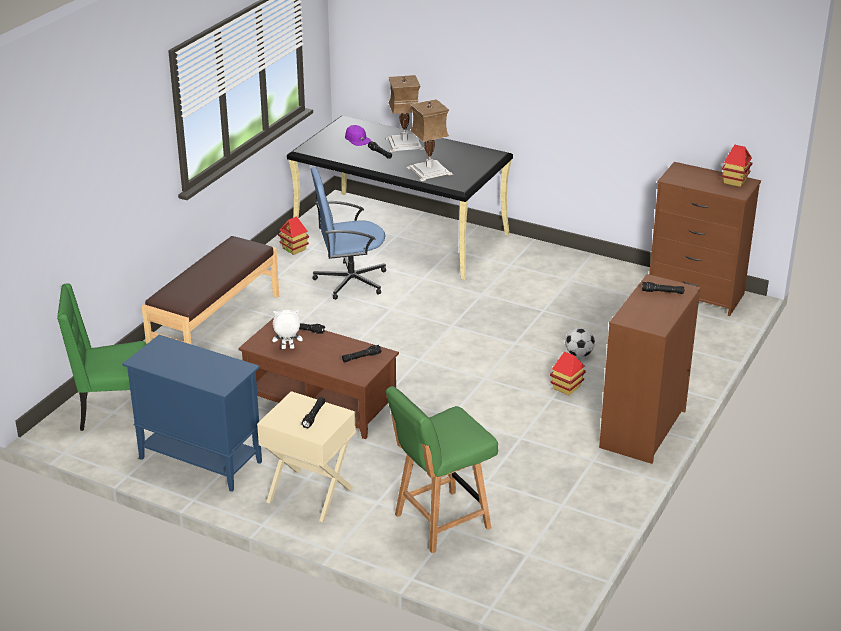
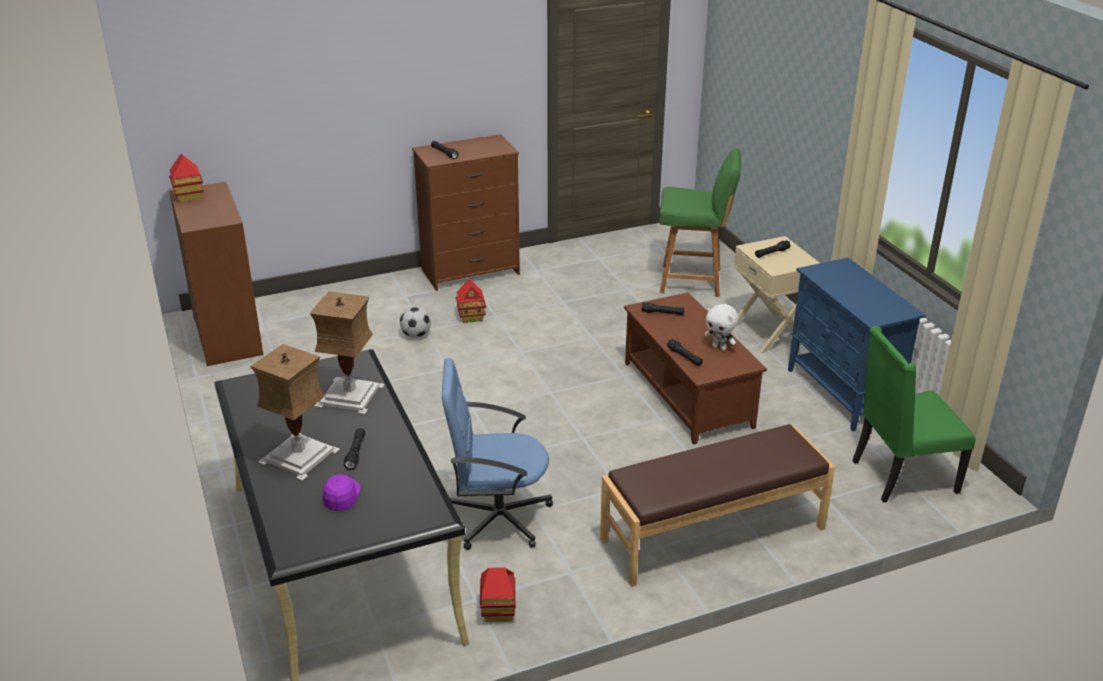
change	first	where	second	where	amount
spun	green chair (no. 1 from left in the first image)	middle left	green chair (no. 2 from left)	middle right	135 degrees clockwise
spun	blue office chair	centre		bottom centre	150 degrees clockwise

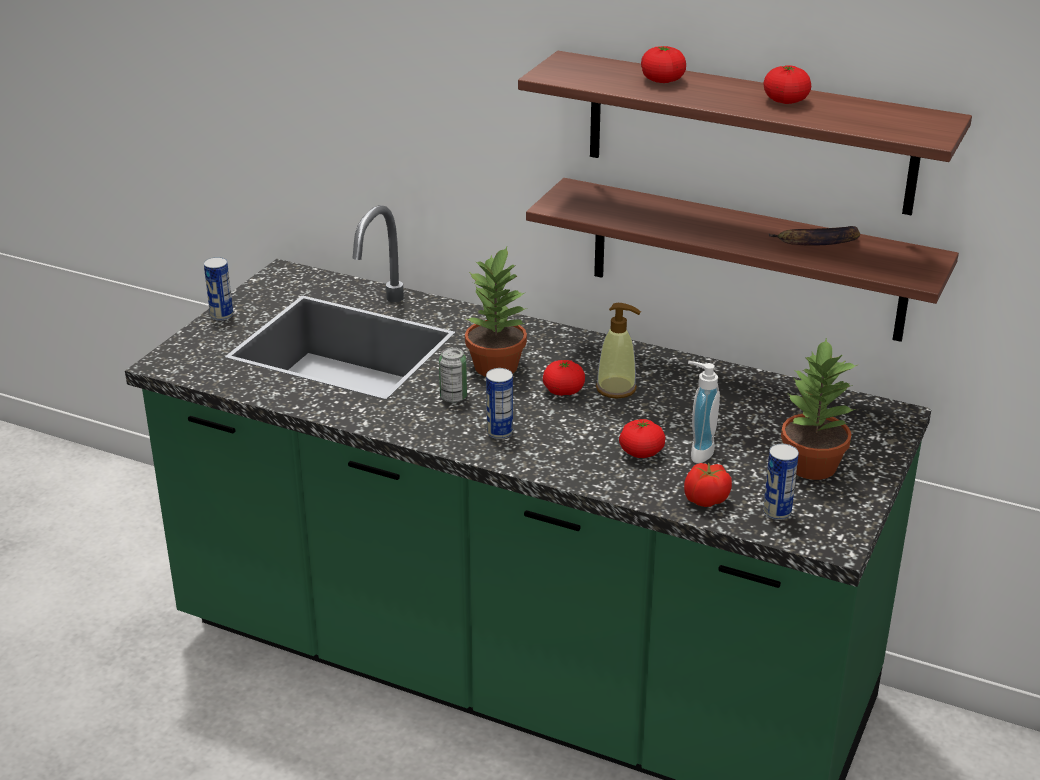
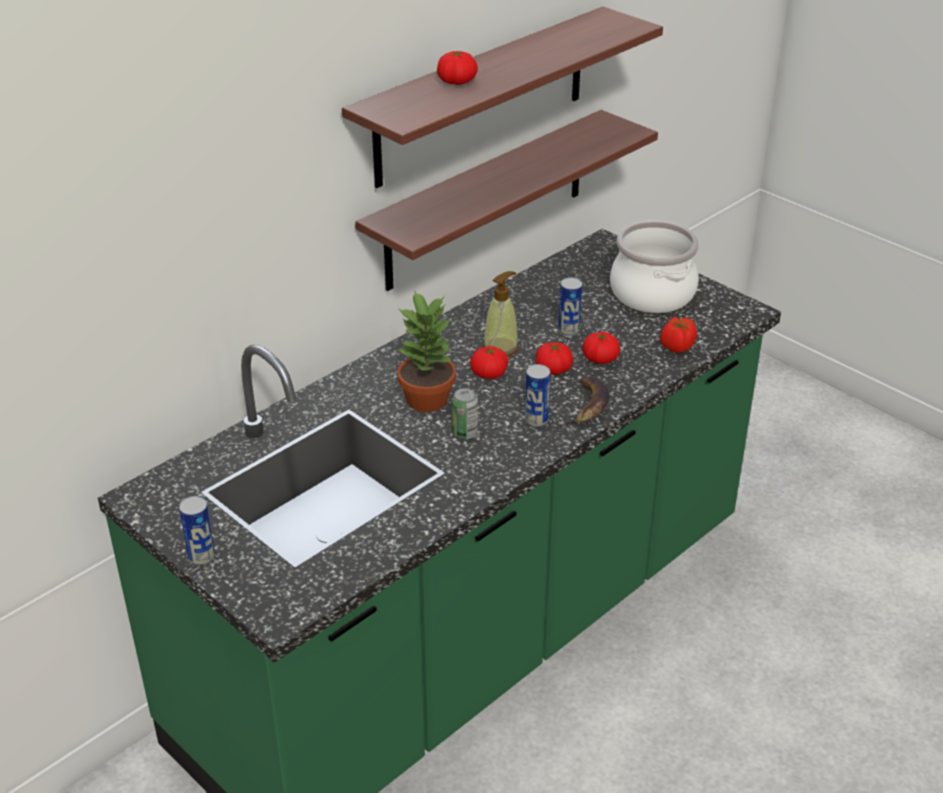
change	first	where	second	where	amount
missing	soap dispenser (no. 2 from left)	middle right			
relocated	can (no. 4 from left)	middle right		centre	
relocated	tomato (no. 5 from left in the first image)	top right	tomato (no. 3 from left)	centre	
relocated	banana	top right		centre	
exchanged	potted plant (no. 2 from left)	middle right	cooking pot	middle right	

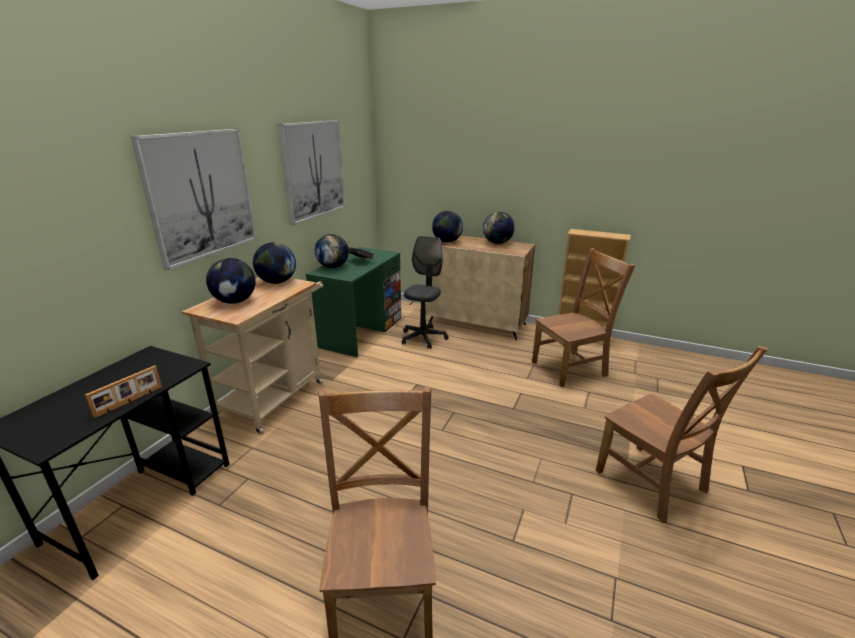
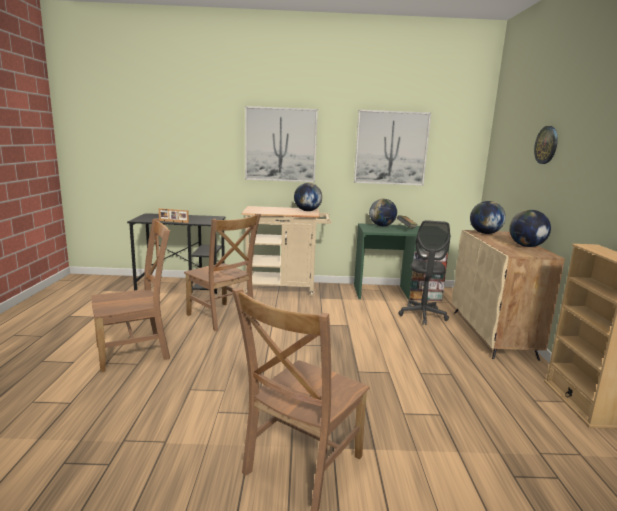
change	first	where	second	where	amount
missing	globe (no. 1 from left)	middle left			
appeared			wall clock	top right	
relocated	brown chair (no. 2 from left)	middle right		centre	
spun	grey office chair	centre		middle right	105 degrees clockwise

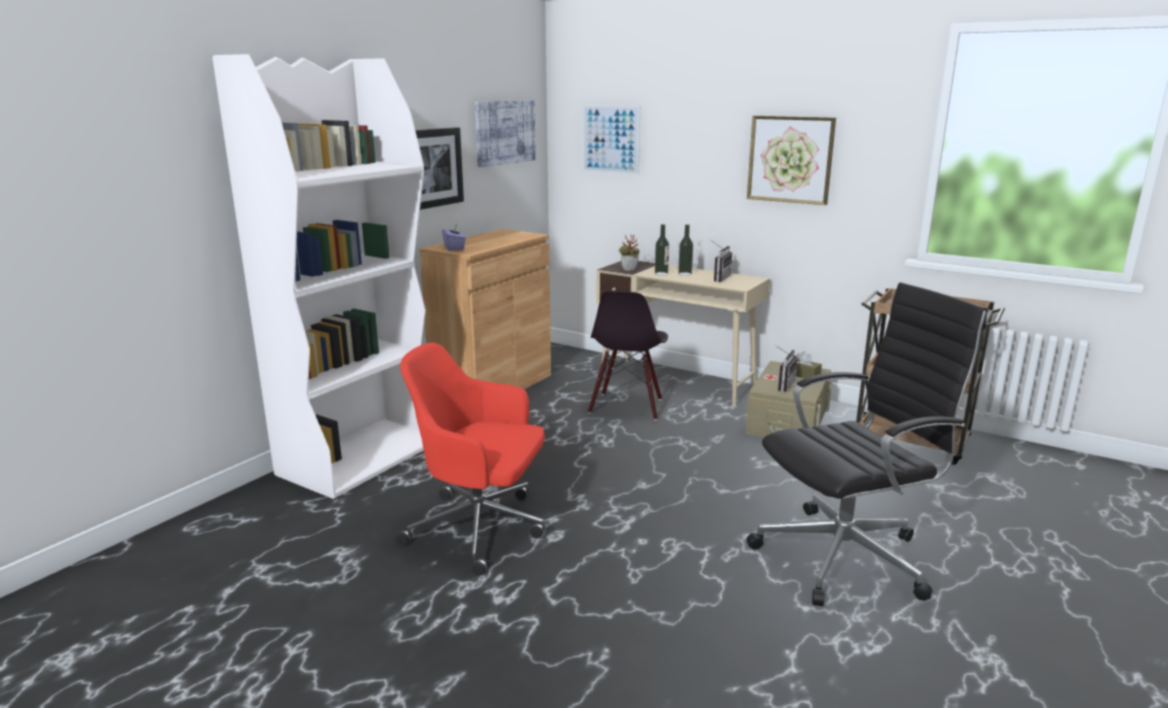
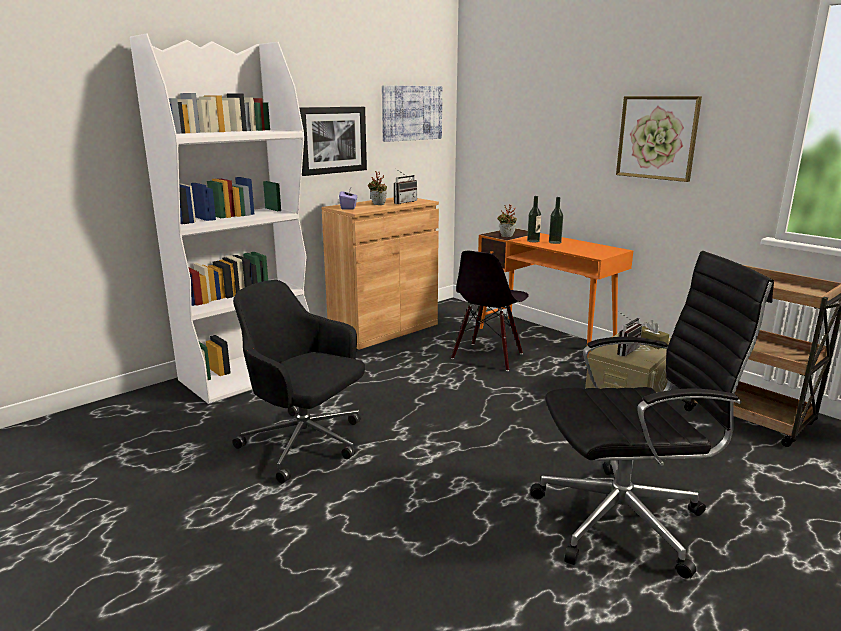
change	first	where	second	where	amount
missing	picture (no. 3 from left)	top centre			
appeared			potted plant (no. 1 from left)	top centre	
relocated	radio (no. 1 from left)	centre		top centre	
colour	red office chair	centre	black office chair (no. 1 from left)	centre	
colour	beige desk	centre	orange desk	centre	

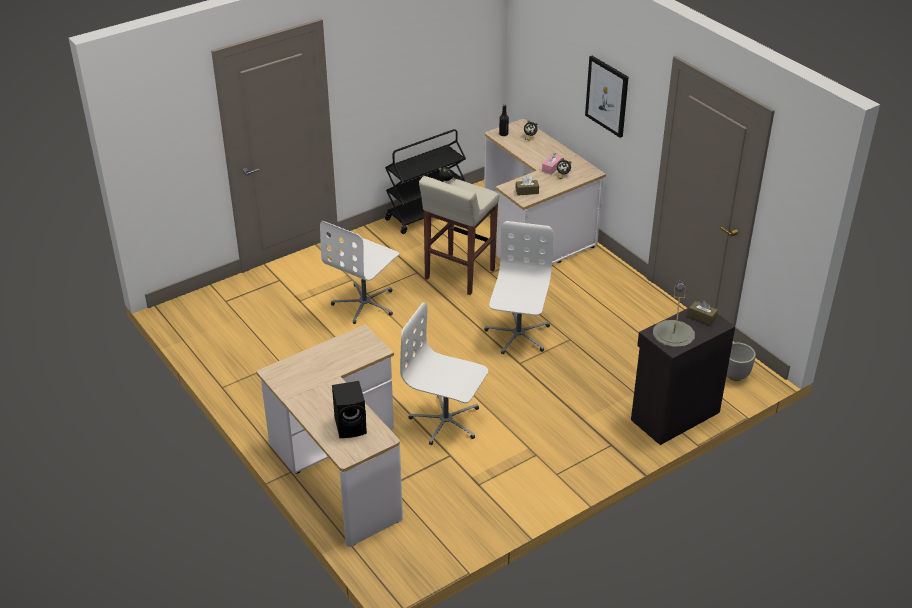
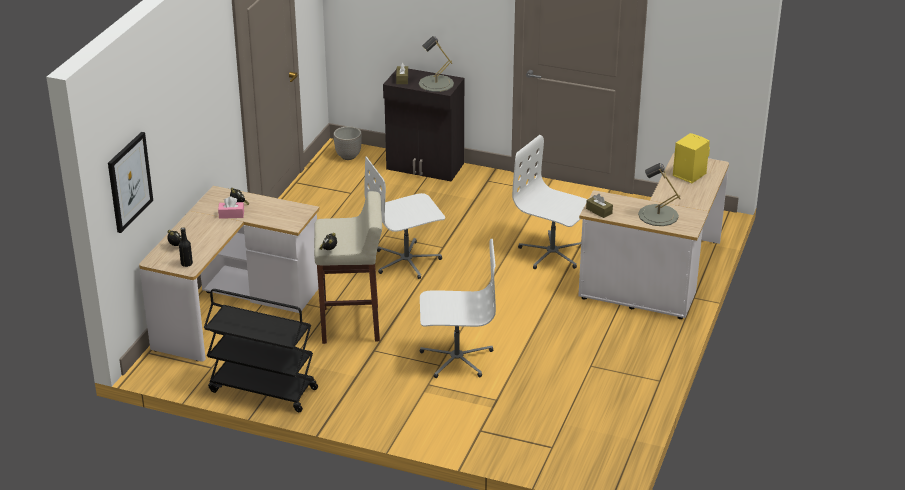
change	first	where	second	where	amount
appeared			grey table lamp (no. 2 from left)	middle right	
relocated	brown tissue box (no. 1 from left in the first image)	top centre	brown tissue box (no. 2 from left)	centre	
relocated	picture	top centre		middle left	
colour	black speaker	bottom centre	yellow speaker	top right	
spun	white office chair (no. 2 from left in the first image)	centre	white office chair (no. 3 from left)	centre	135 degrees clockwise

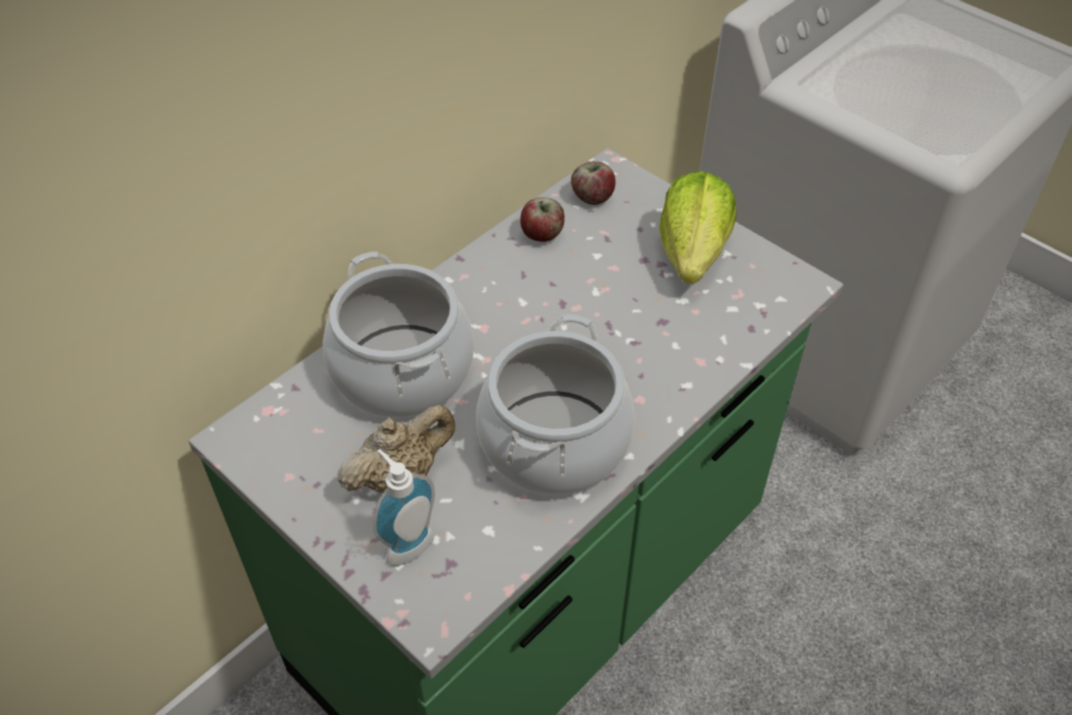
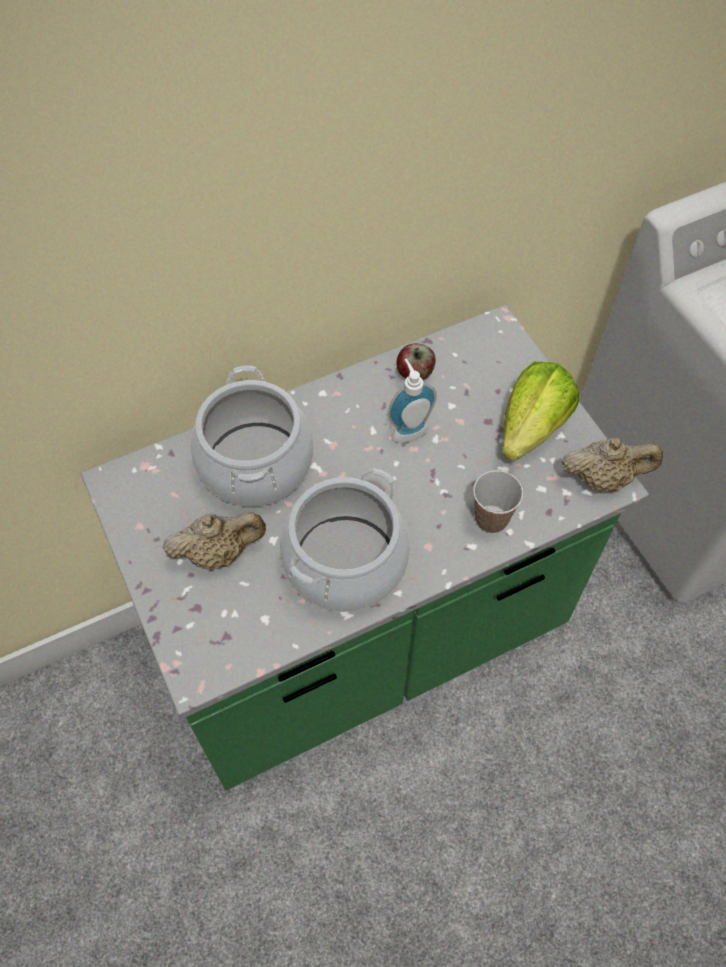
change	first	where	second	where	amount
missing	apple (no. 2 from left)	top centre			
appeared			cup	middle right	
appeared			beige teapot (no. 2 from left)	middle right	
relocated	soap dispenser	bottom centre		centre	

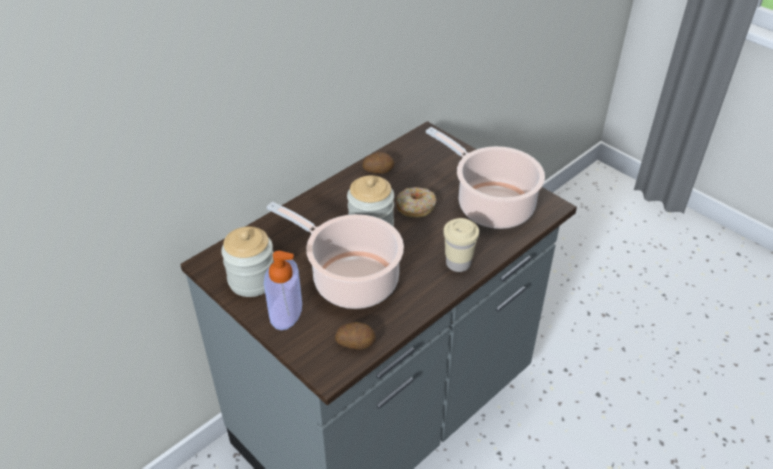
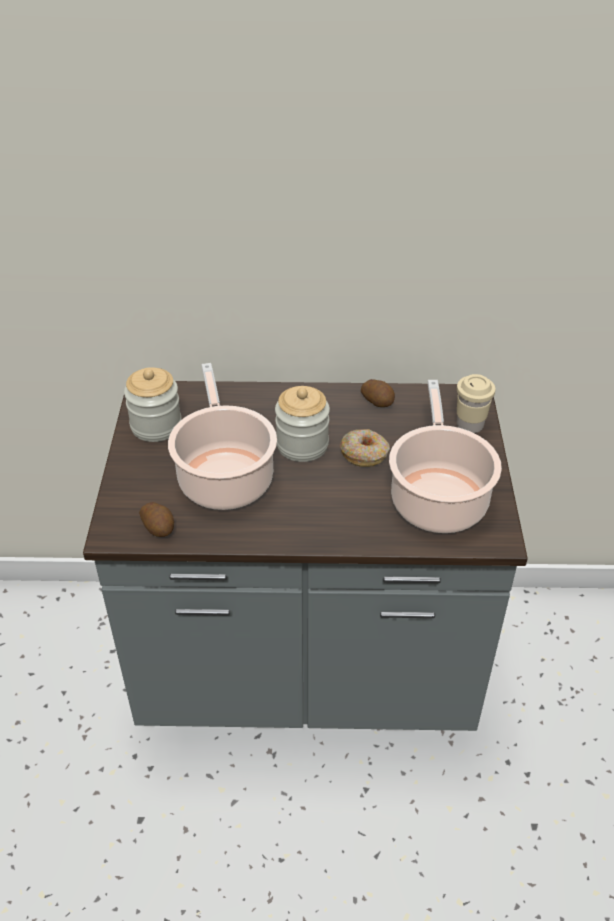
change	first	where	second	where	amount
missing	soap dispenser	centre			
relocated	beige cup	centre		middle right	

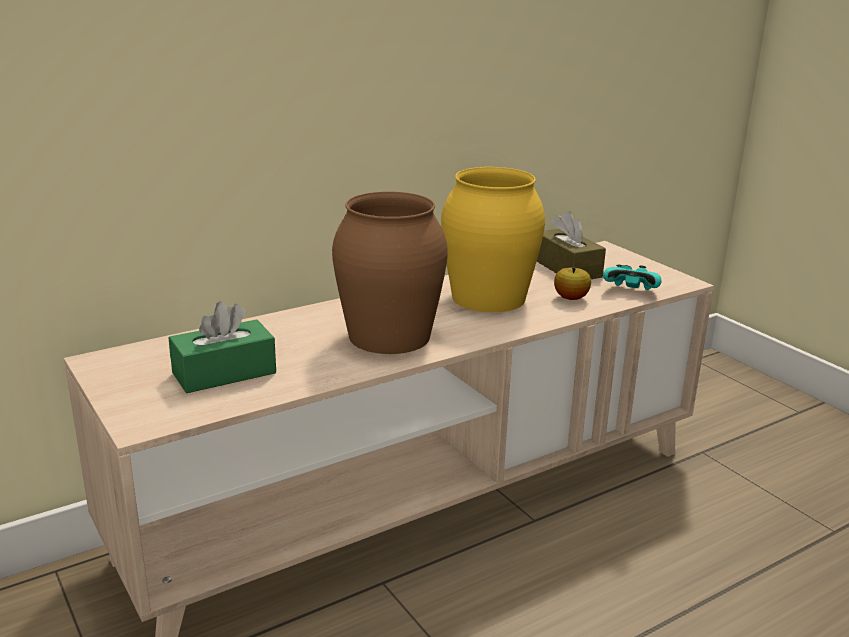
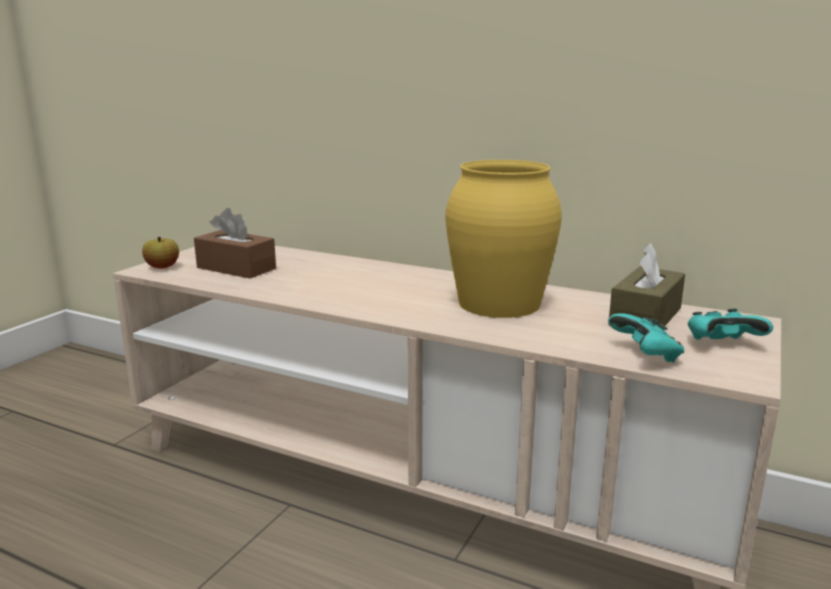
change	first	where	second	where	amount
missing	brown vase	centre			
appeared			turquoise game controller (no. 2 from left)	middle right	
relocated	apple	middle right		middle left	
colour	green tissue box	middle left	brown tissue box (no. 1 from left)	middle left	

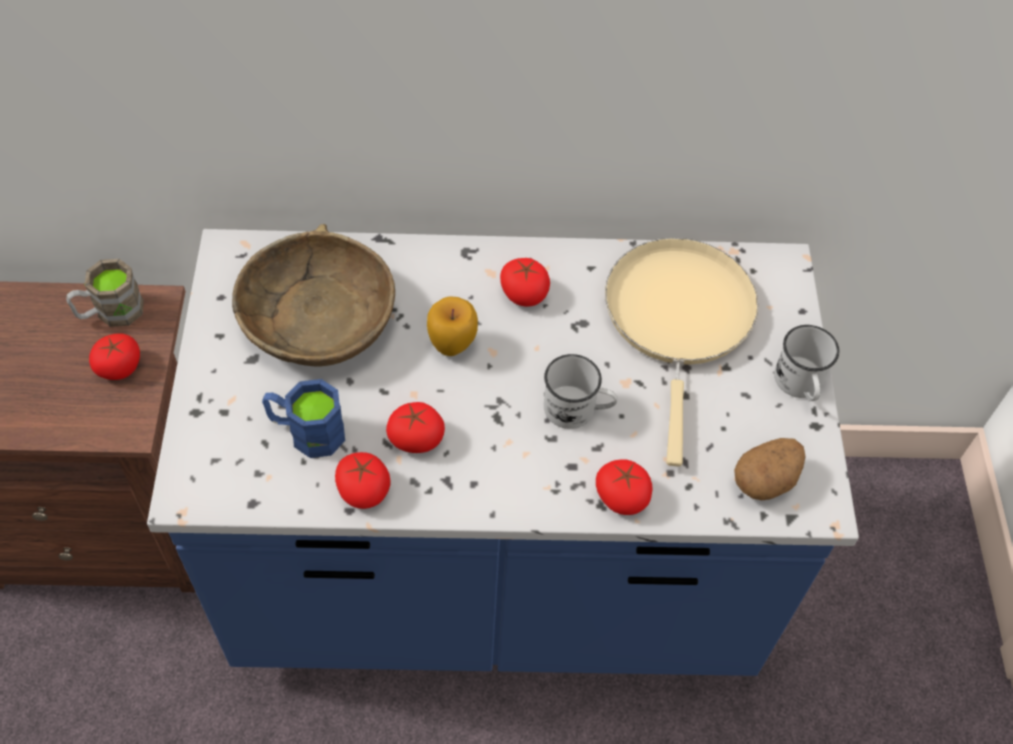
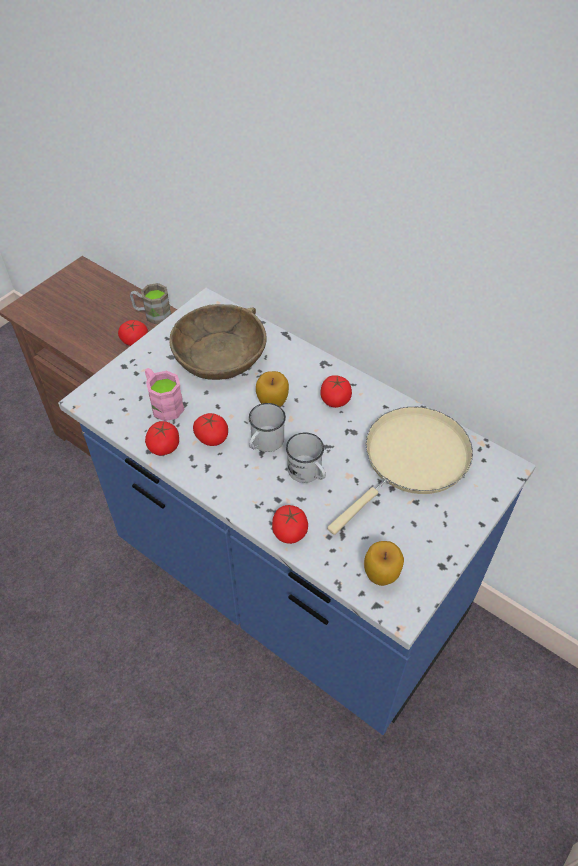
change	first	where	second	where	amount
relocated	white mug (no. 2 from left in the first image)	middle right	white mug (no. 1 from left)	centre	
exchanged	potato	middle right	apple (no. 2 from left)	centre	
colour	blue mug	middle left	pink mug	middle left	

